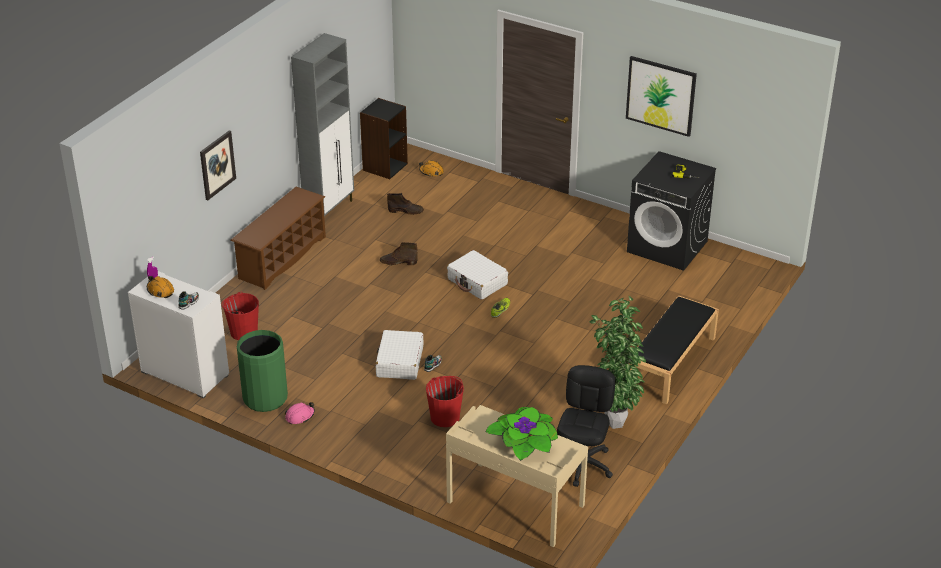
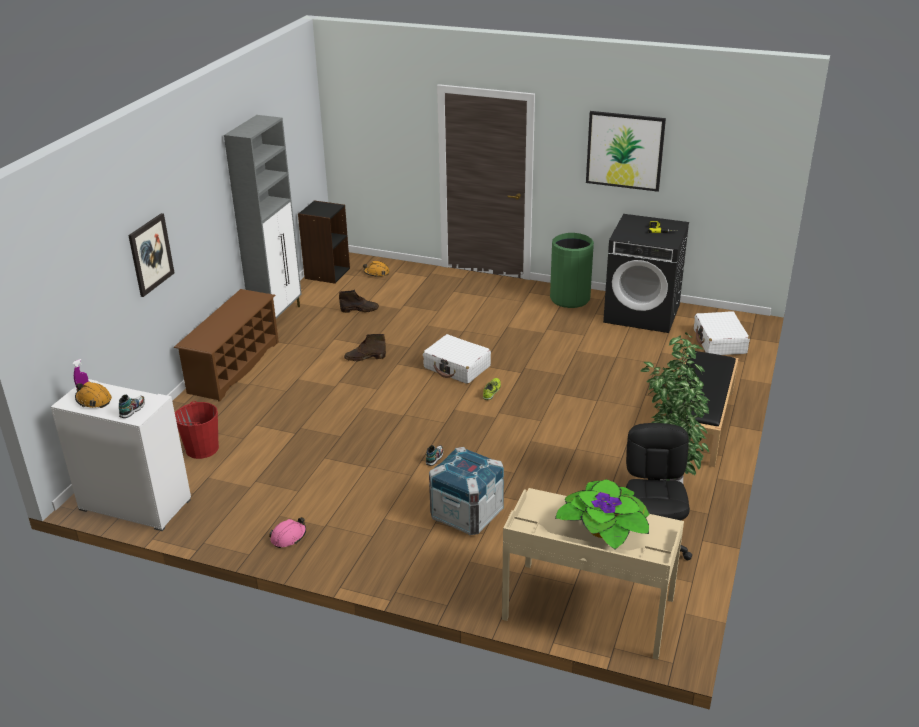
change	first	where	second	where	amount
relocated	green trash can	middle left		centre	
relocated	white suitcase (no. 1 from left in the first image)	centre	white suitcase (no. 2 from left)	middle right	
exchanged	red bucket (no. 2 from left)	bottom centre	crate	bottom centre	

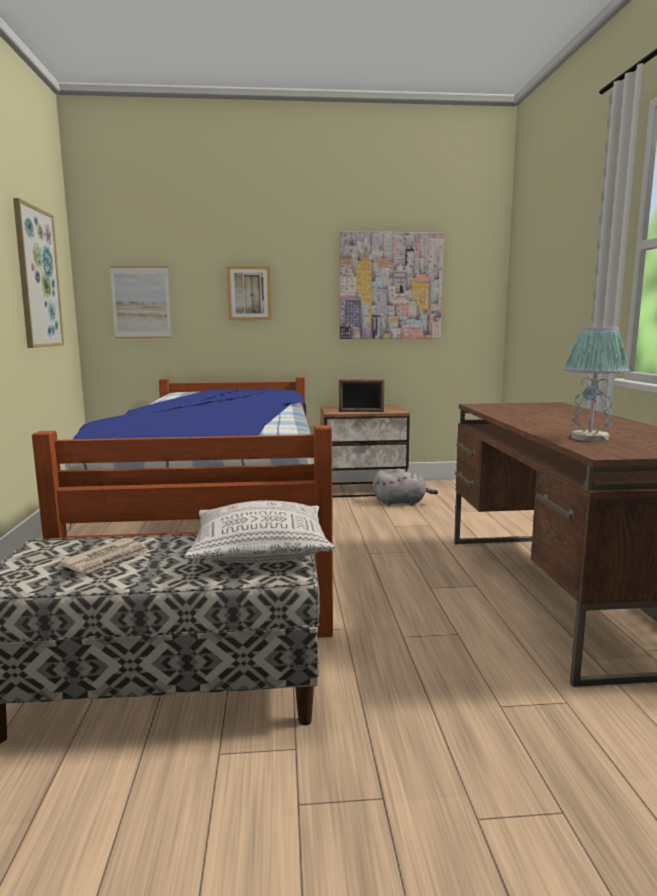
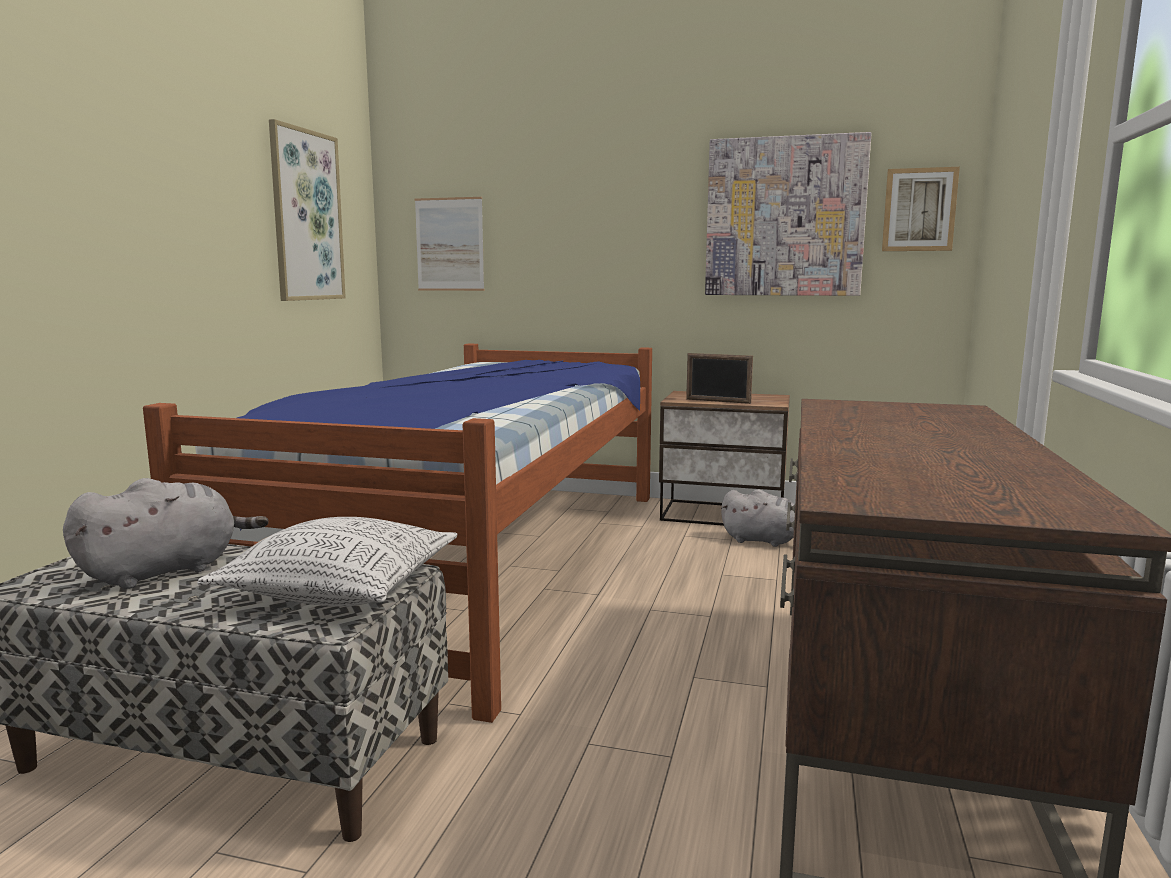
change	first	where	second	where	amount
missing	table lamp	middle right			
relocated	picture (no. 3 from left in the first image)	top centre	picture (no. 4 from left)	top right	
exchanged	newspaper	middle left	grey plush toy (no. 1 from left)	middle left	

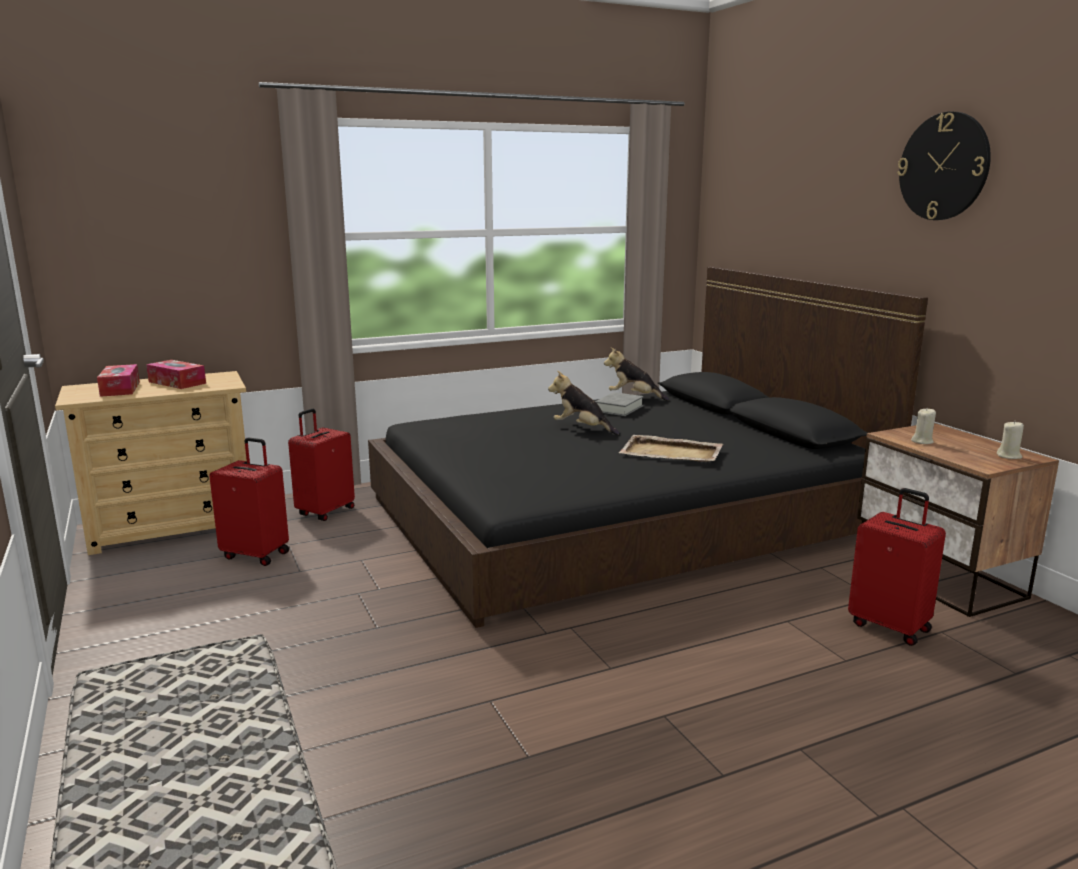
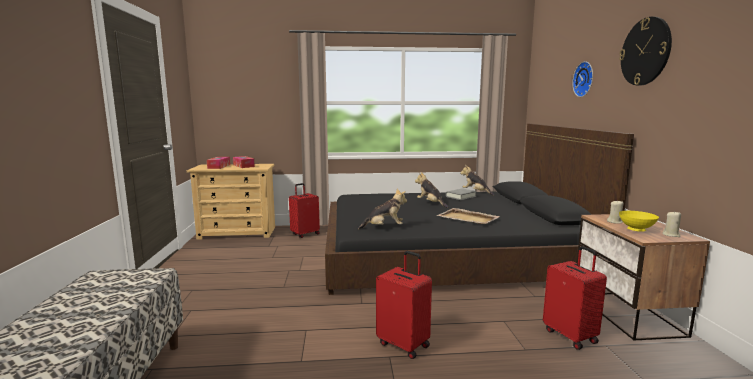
change	first	where	second	where	amount
appeared			plush toy (no. 1 from left)	centre	
appeared			wall clock (no. 1 from left)	top right	
appeared			yellow bowl	middle right	
relocated	red suitcase (no. 1 from left in the first image)	middle left	red suitcase (no. 2 from left)	bottom centre	

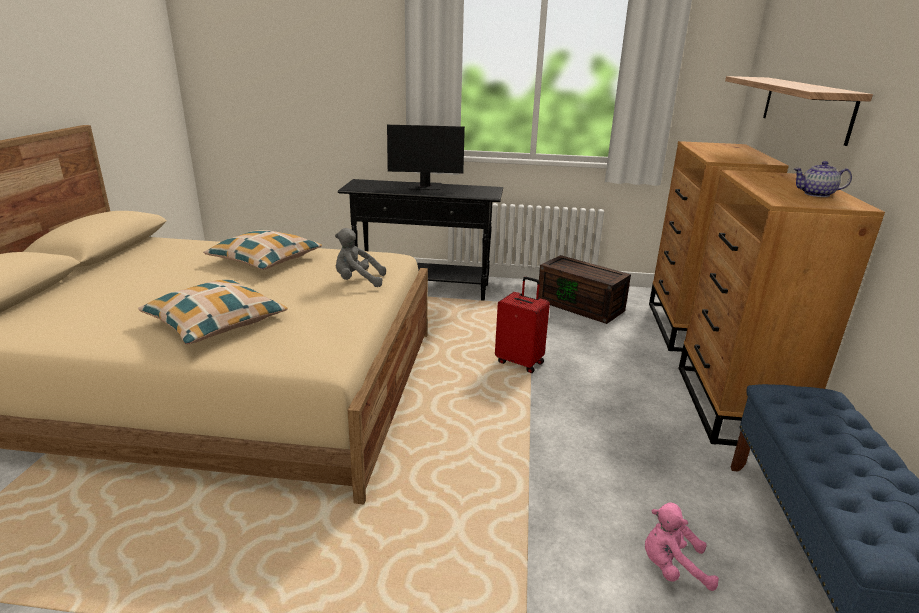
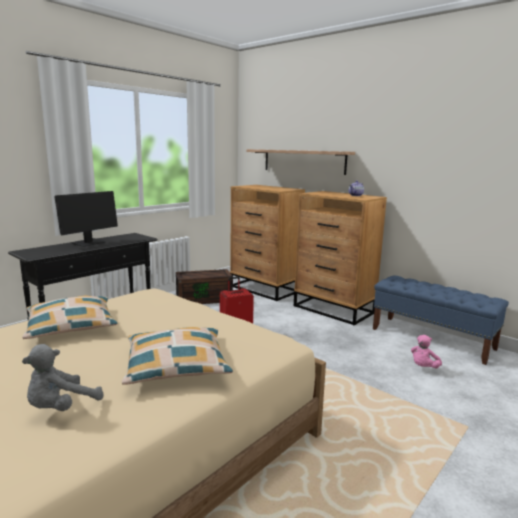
change	first	where	second	where	amount
relocated	grey plush toy	centre		bottom left	

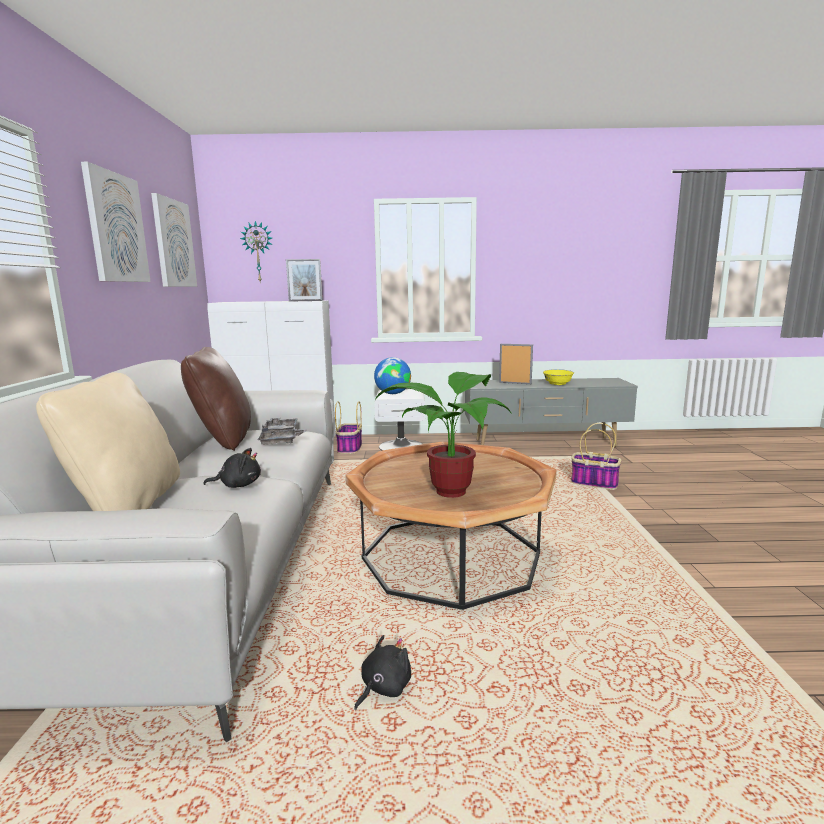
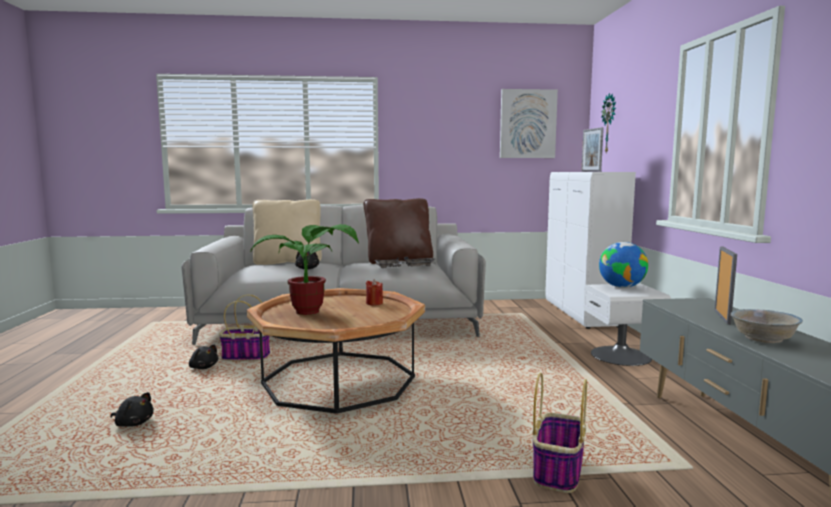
change	first	where	second	where	amount
missing	picture (no. 1 from left)	top left			
appeared			black plush toy (no. 1 from left)	bottom left	
appeared			red candle	centre	
relocated	basket (no. 1 from left)	centre		middle left	
colour	yellow bowl	middle right	white bowl	middle right	

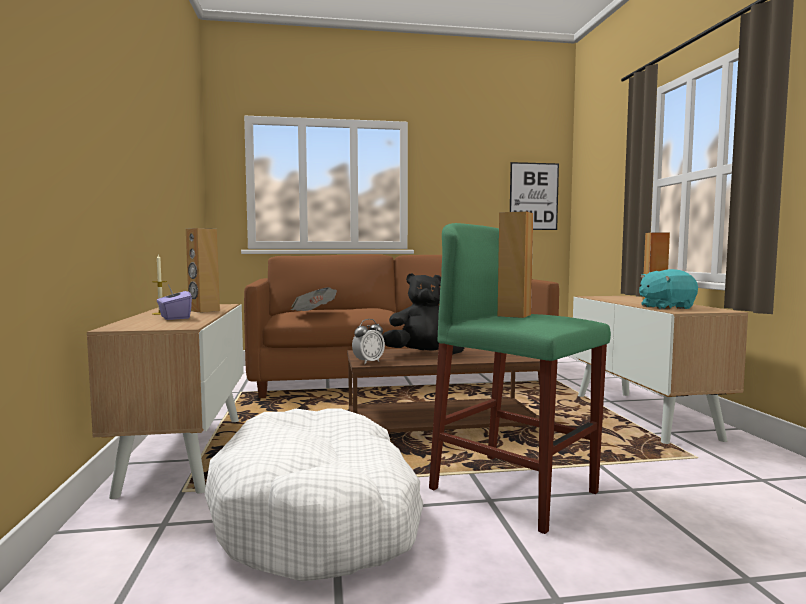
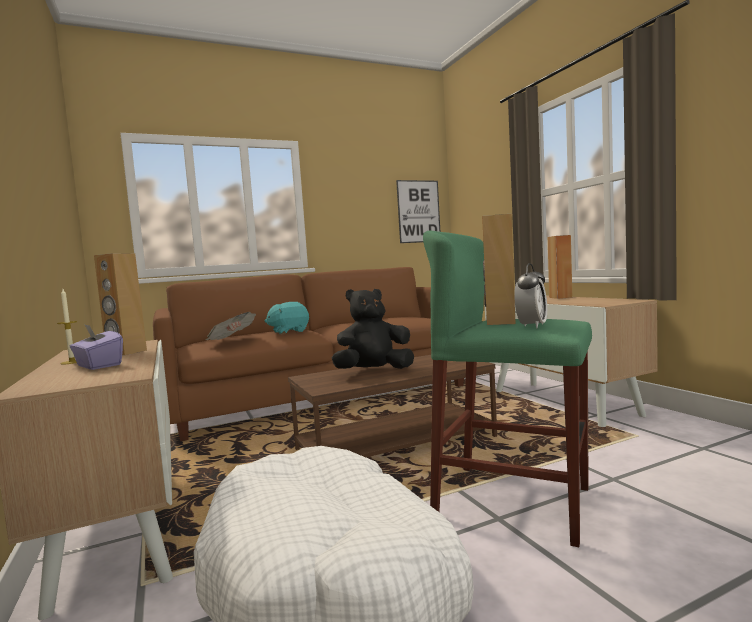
change	first	where	second	where	amount
relocated	alarm clock	centre		middle right	
relocated	turquoise plush toy	middle right		centre	

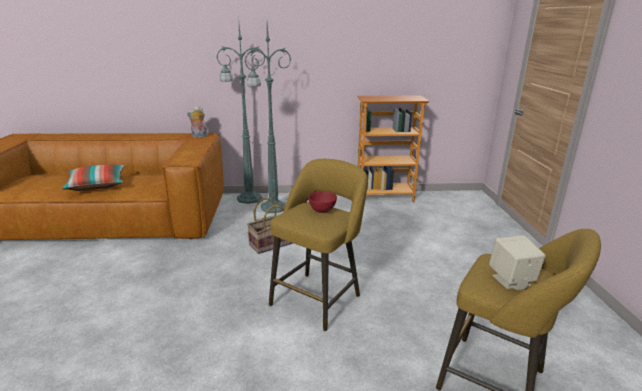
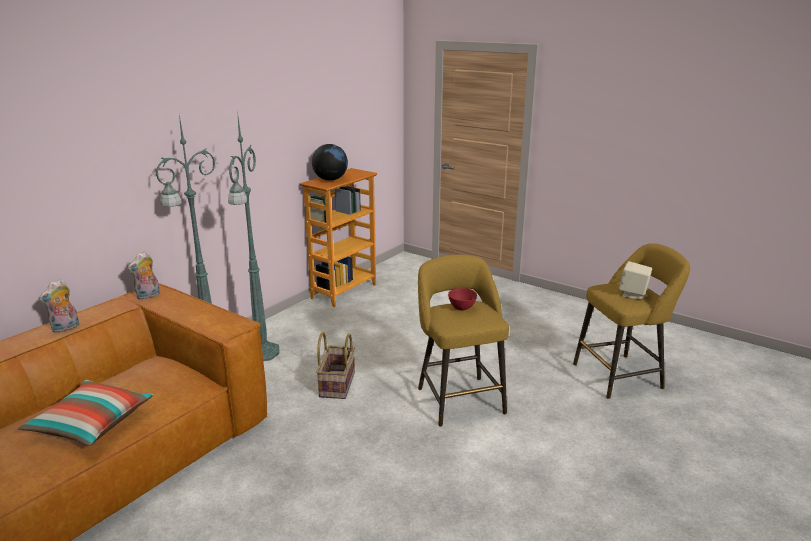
change	first	where	second	where	amount
appeared			plush toy (no. 1 from left)	middle left	
appeared			globe	top centre	

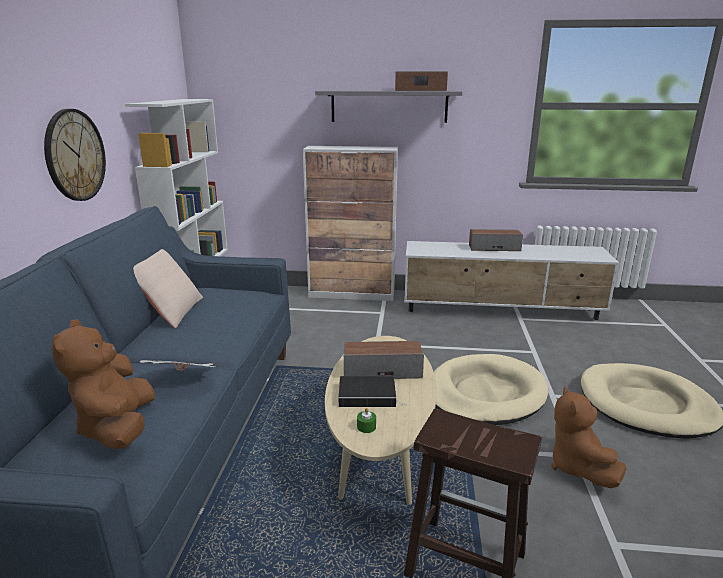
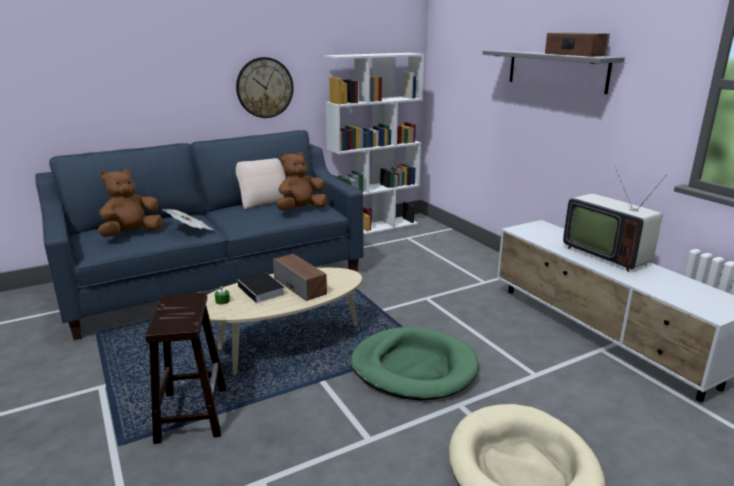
change	first	where	second	where	amount
missing	cabinet	centre			
relocated	brown plush toy (no. 2 from left)	bottom right		centre	
exchanged	speaker (no. 3 from left)	middle right	television	middle right	
colour	beige dog bed (no. 1 from left)	bottom right	green dog bed	bottom centre	

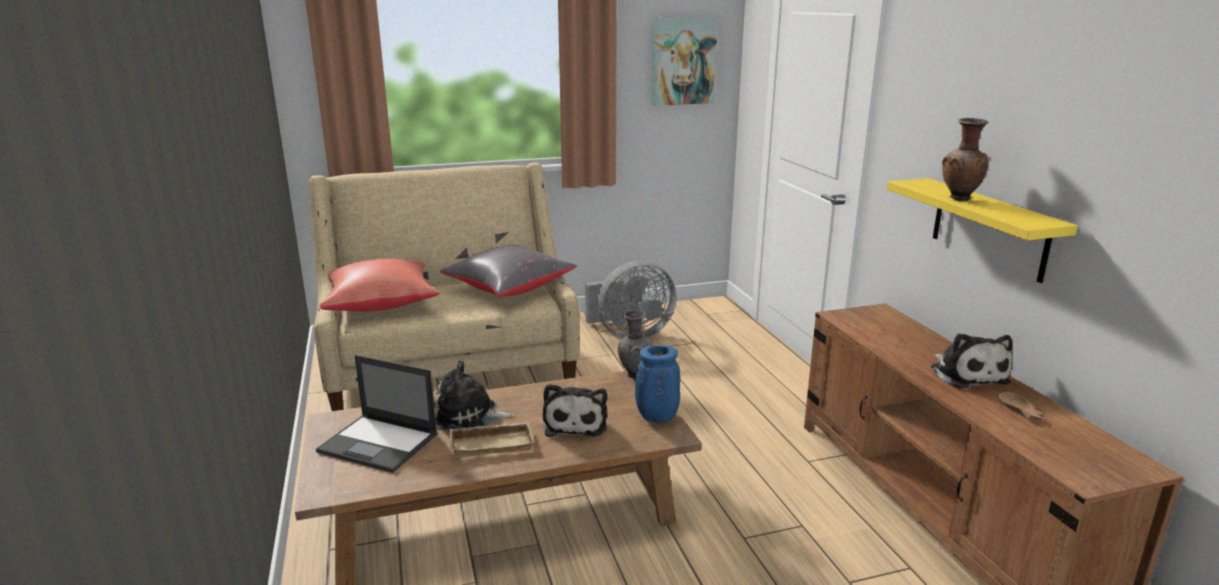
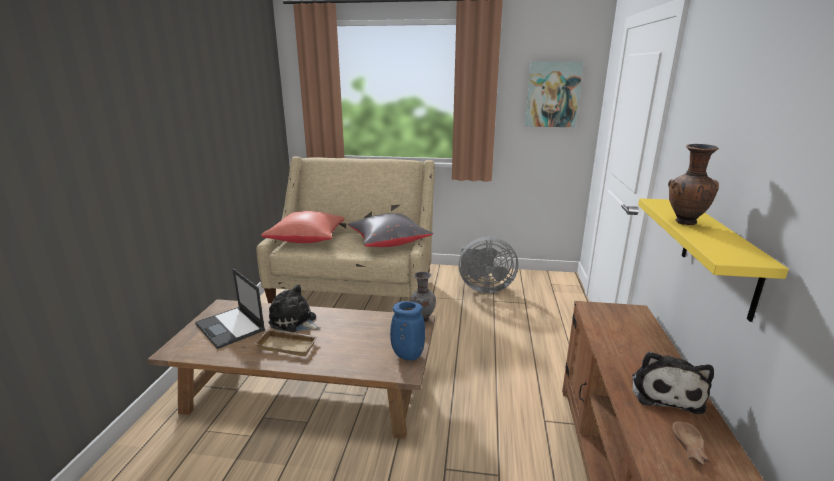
change	first	where	second	where	amount
missing	plush toy (no. 2 from left)	bottom centre			

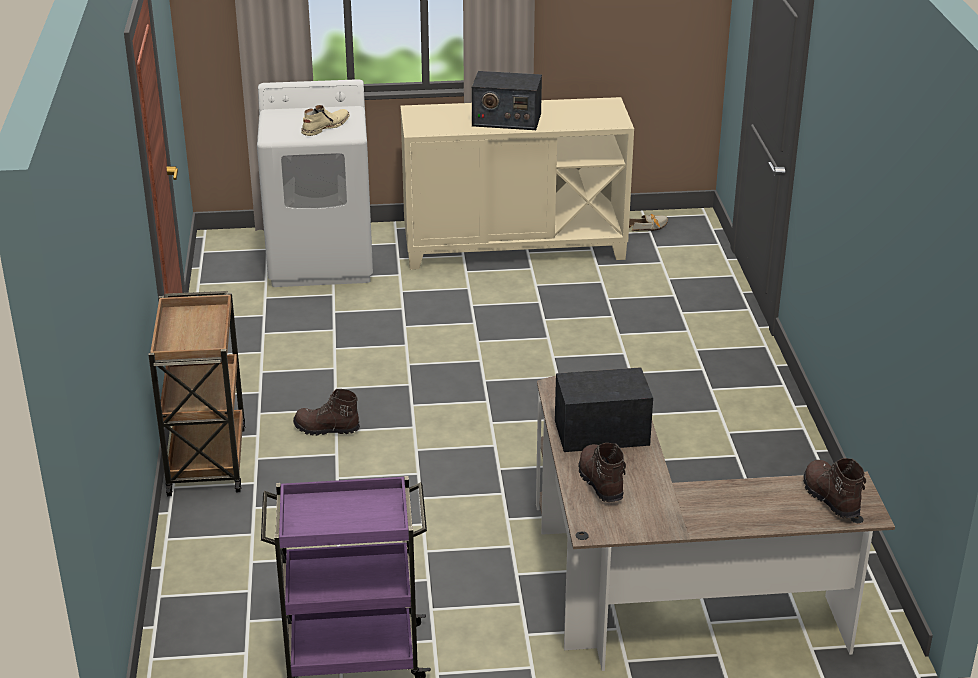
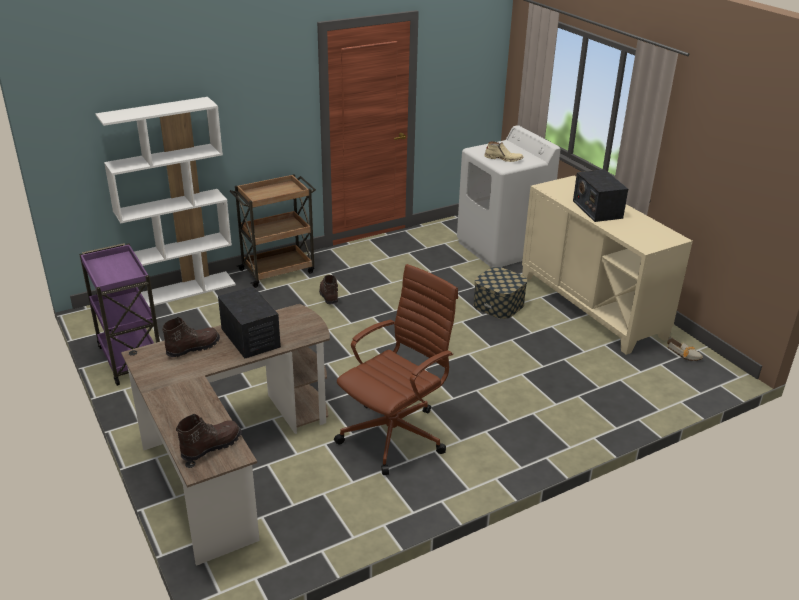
change	first	where	second	where	amount
appeared			white bookcase	middle left	
appeared			brown office chair	centre	
appeared			storage box	centre	

